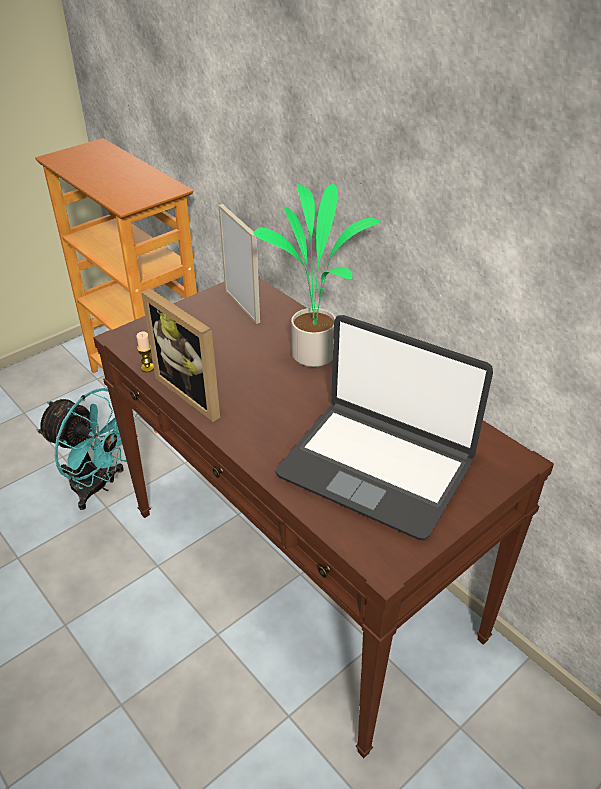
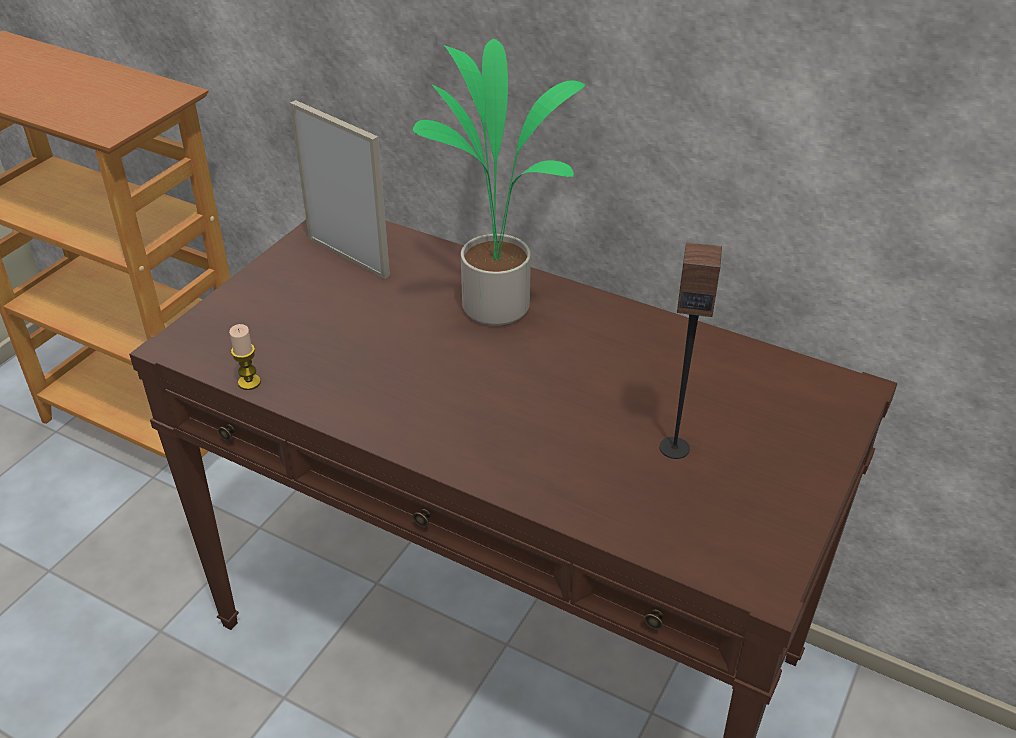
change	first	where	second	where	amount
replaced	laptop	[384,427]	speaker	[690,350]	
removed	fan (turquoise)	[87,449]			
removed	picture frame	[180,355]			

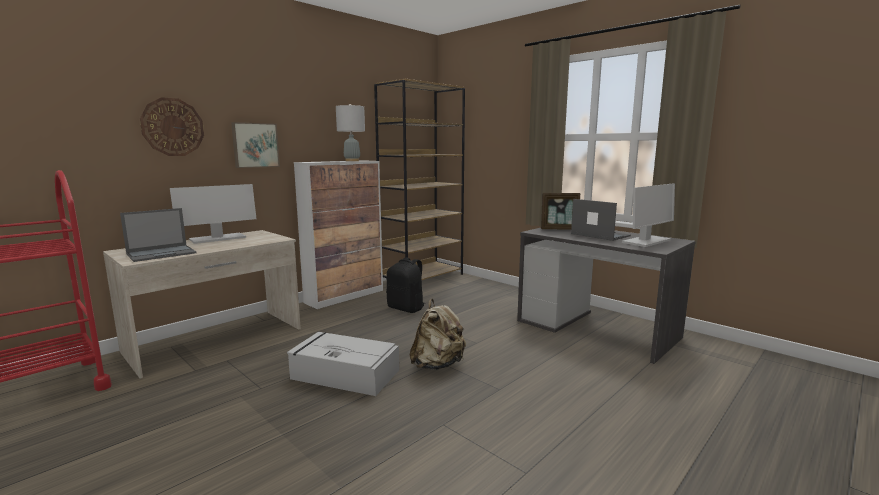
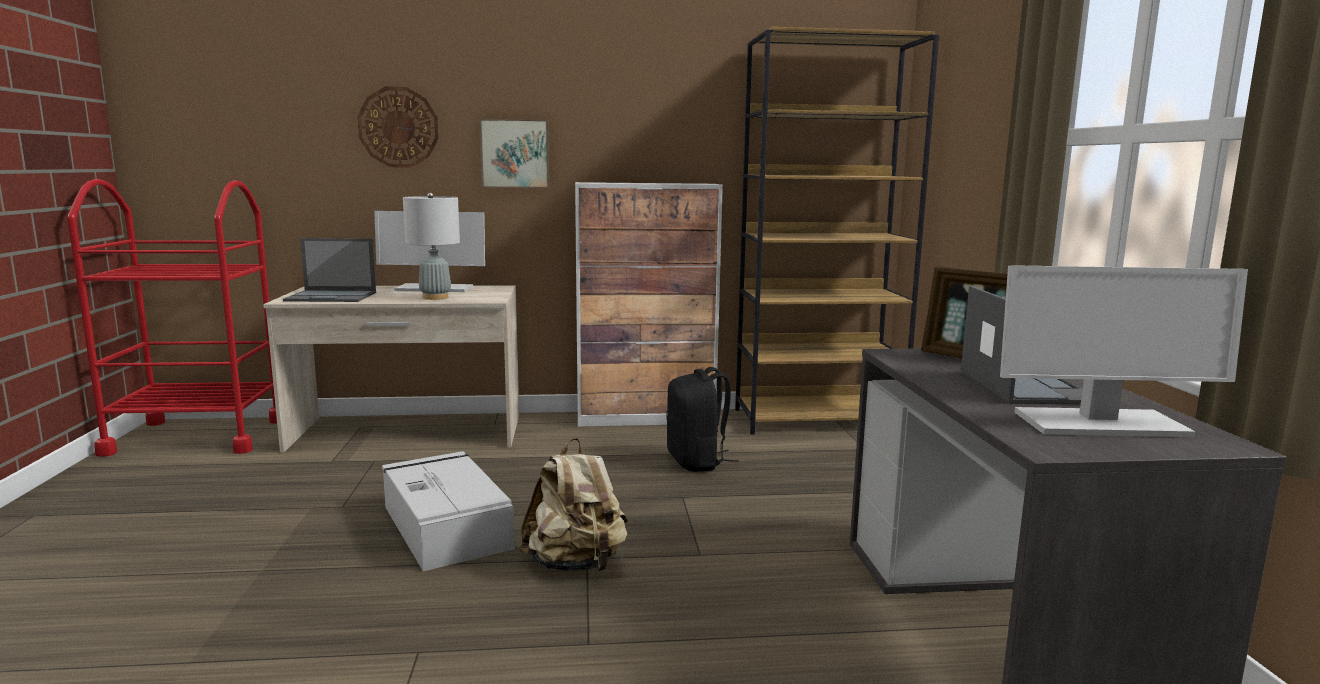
change	first	where	second	where	amount
moved	table lamp (grey)	[350,132]		[431,246]	

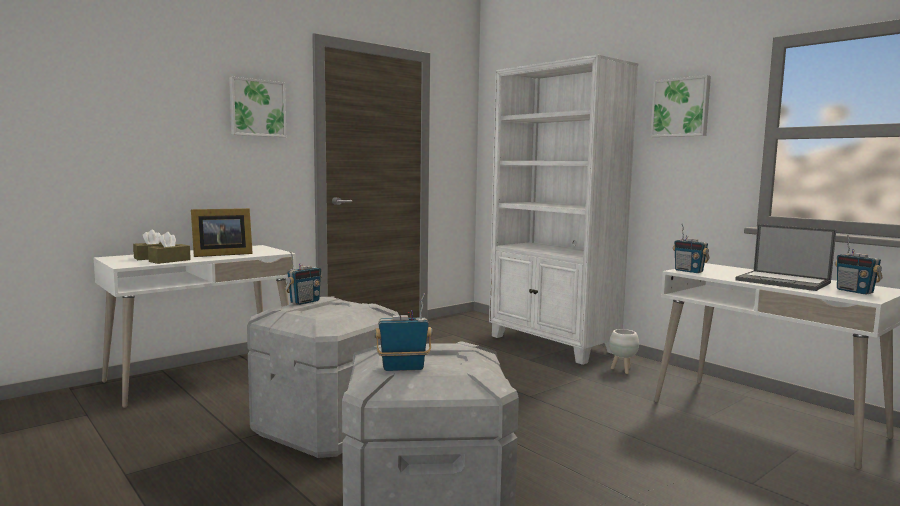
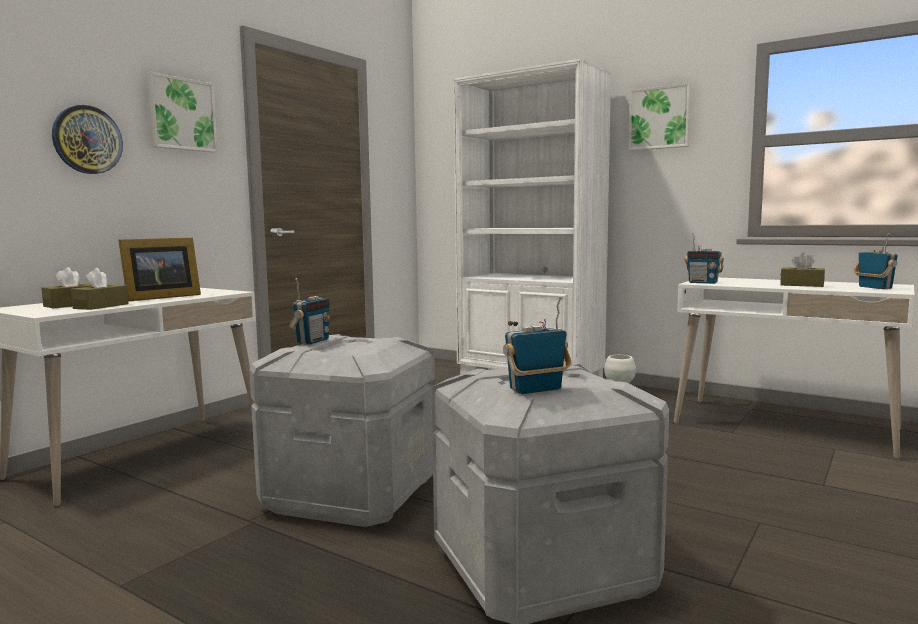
change	first	where	second	where	amount
added			wall clock	[87,139]	
replaced	laptop	[785,257]	tissue box (brown)	[802,270]	
turned	radio	[859,265]		[875,261]	150 degrees counterclockwise

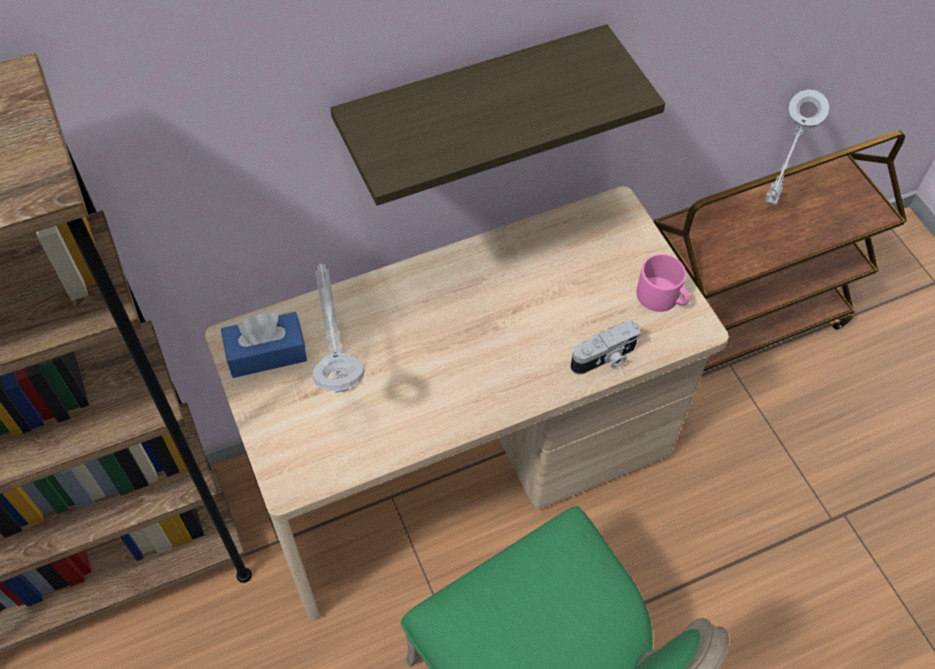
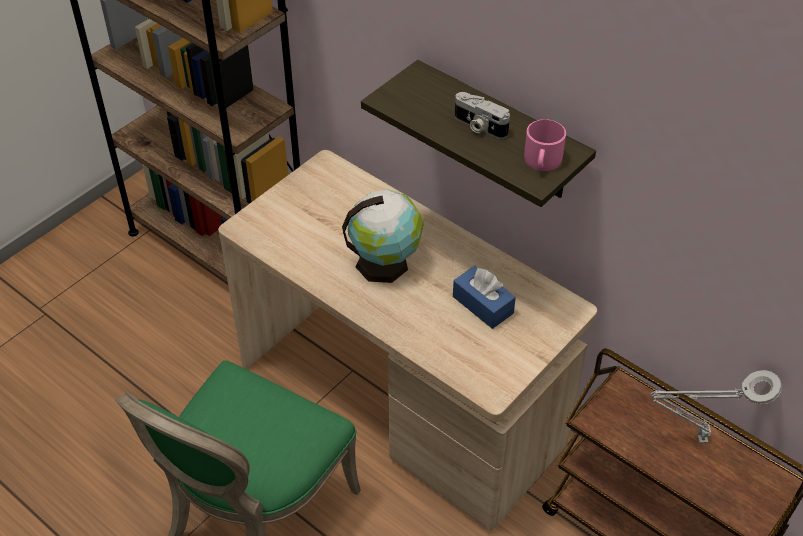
change	first	where	second	where	amount
added			globe	[382,236]	
moved	tissue box (blue)	[264,345]		[484,297]	
moved	photo camera	[605,347]		[482,115]	
moved	mug (pink)	[663,283]		[545,145]	
removed	table lamp (grey)	[338,328]			

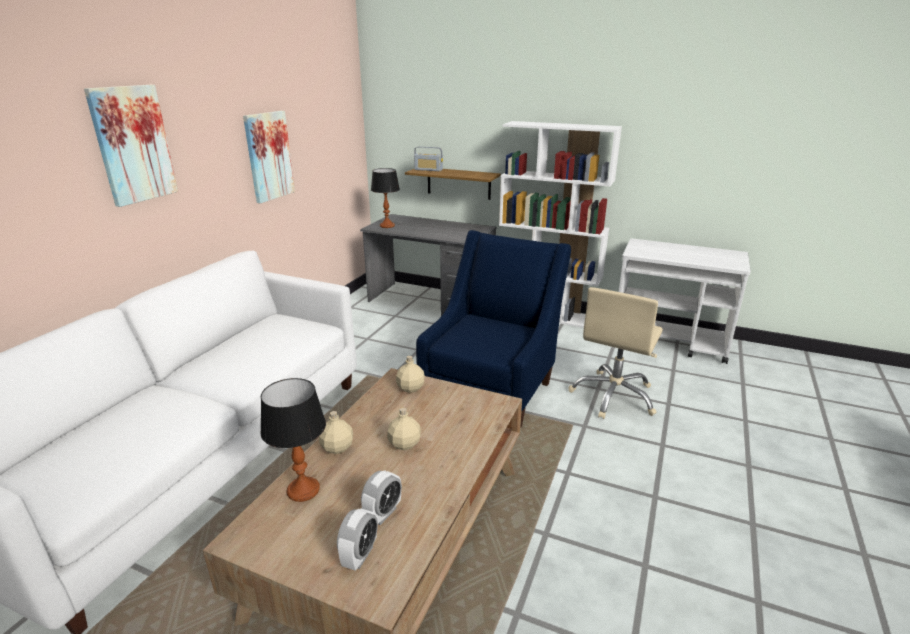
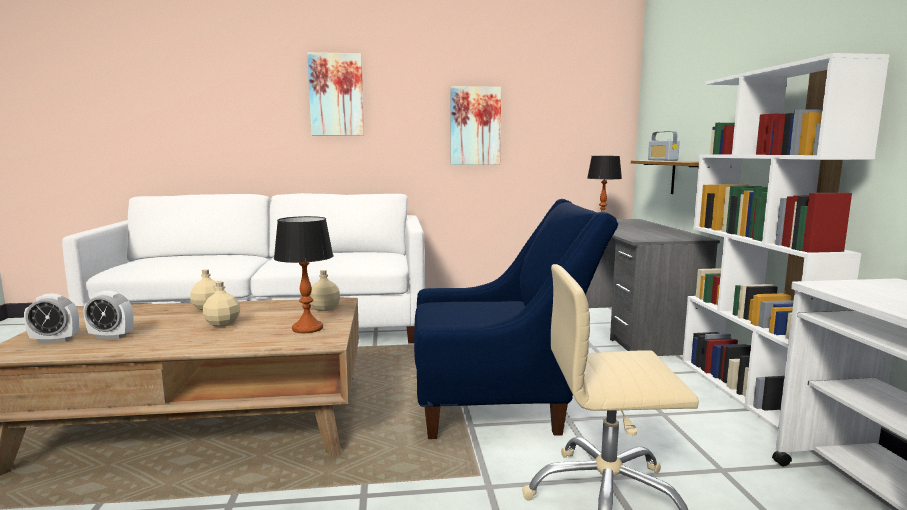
change	first	where	second	where	amount
moved	table lamp	[293,440]		[303,274]	

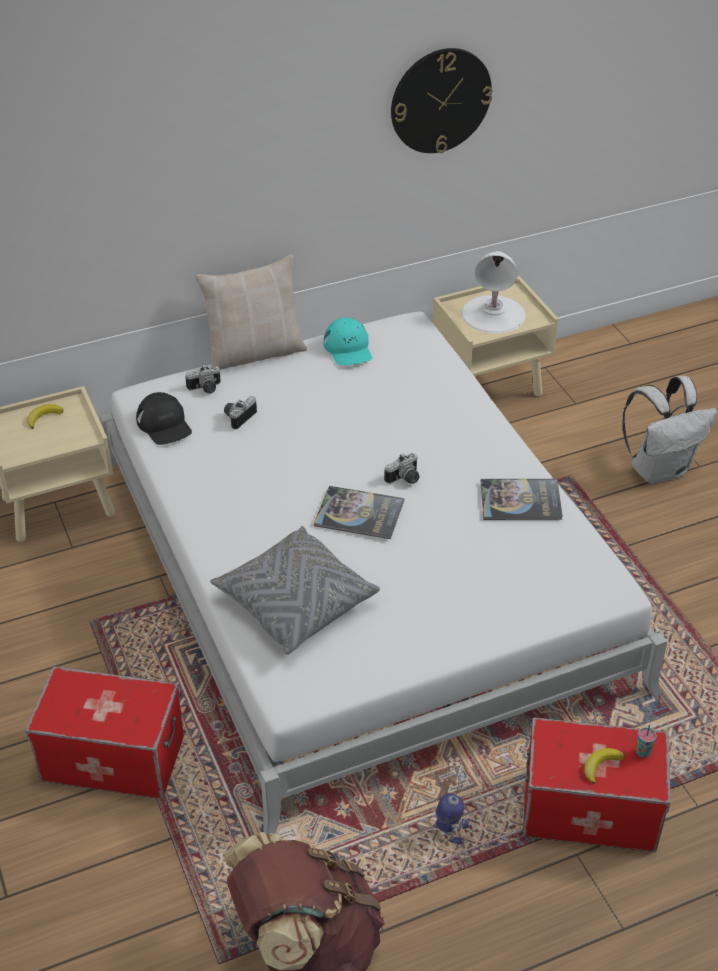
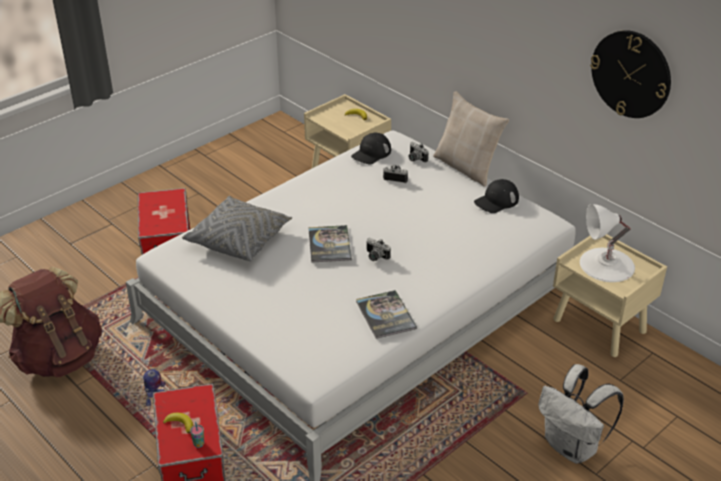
change	first	where	second	where	amount
recoloured	cap (turquoise)	[347,341]	cap (black)	[496,196]	

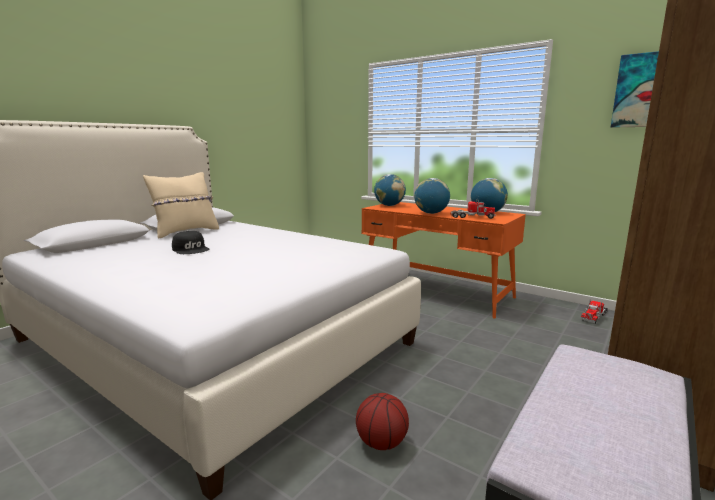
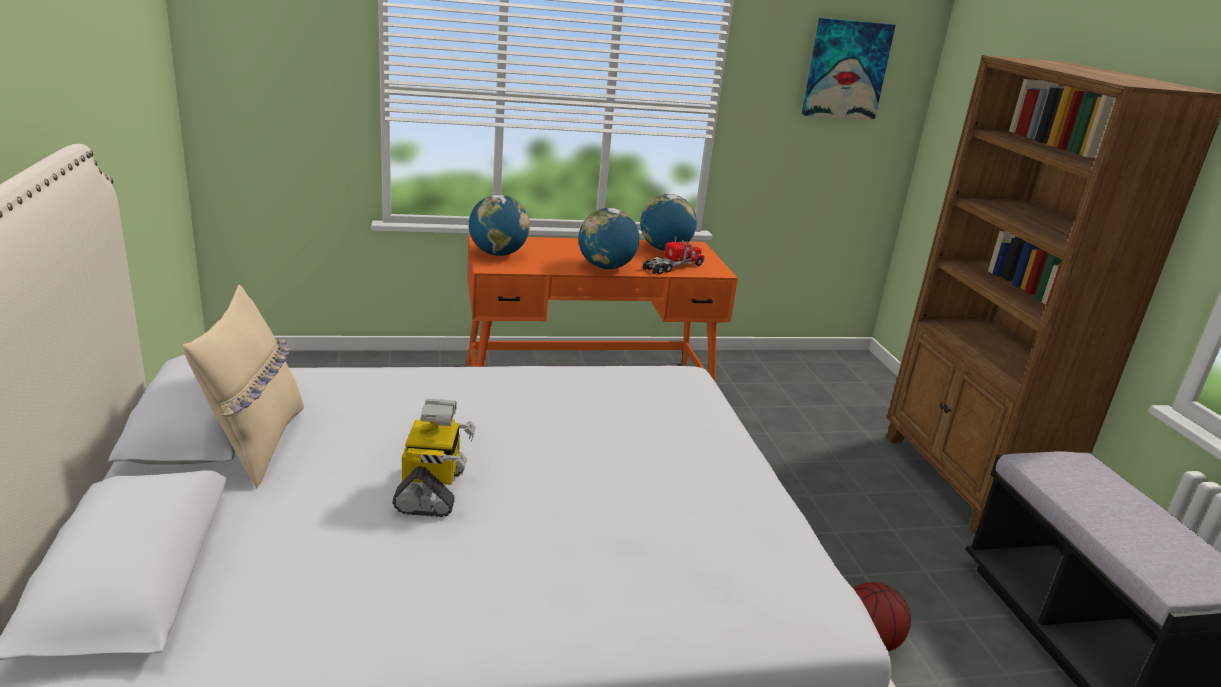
change	first	where	second	where	amount
replaced	cap (black)	[190,242]	toy robot	[434,458]	
removed	toy truck	[594,312]			

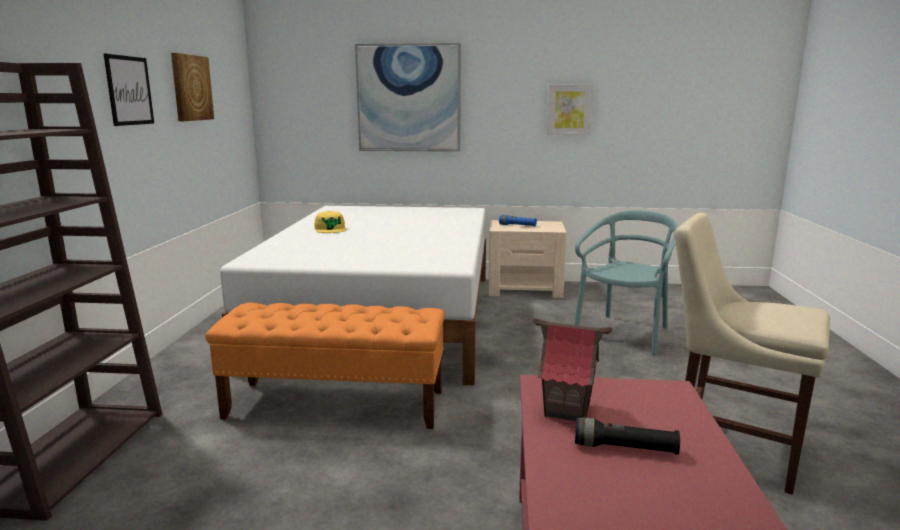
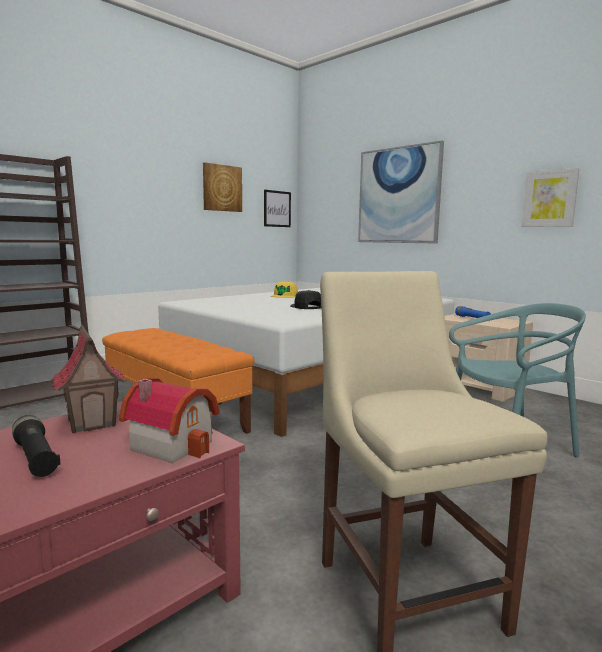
change	first	where	second	where	amount
added			toy house	[169,421]	
moved	picture	[129,90]		[277,208]	
added			cap (black)	[305,299]	

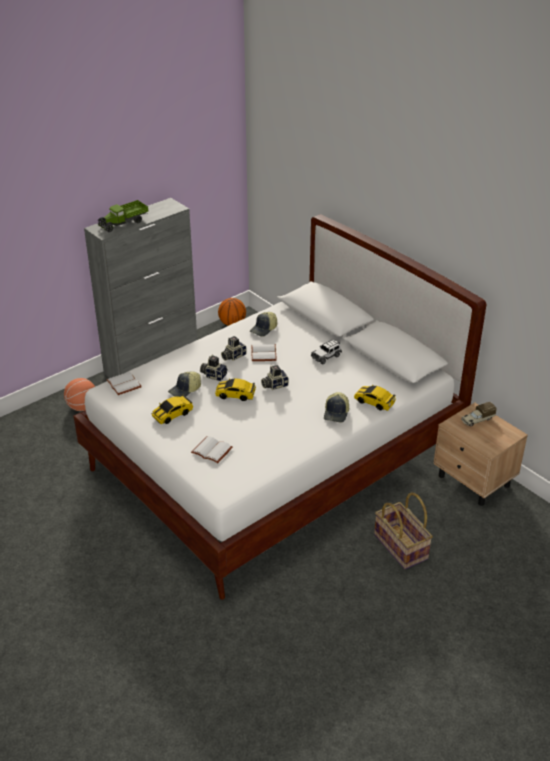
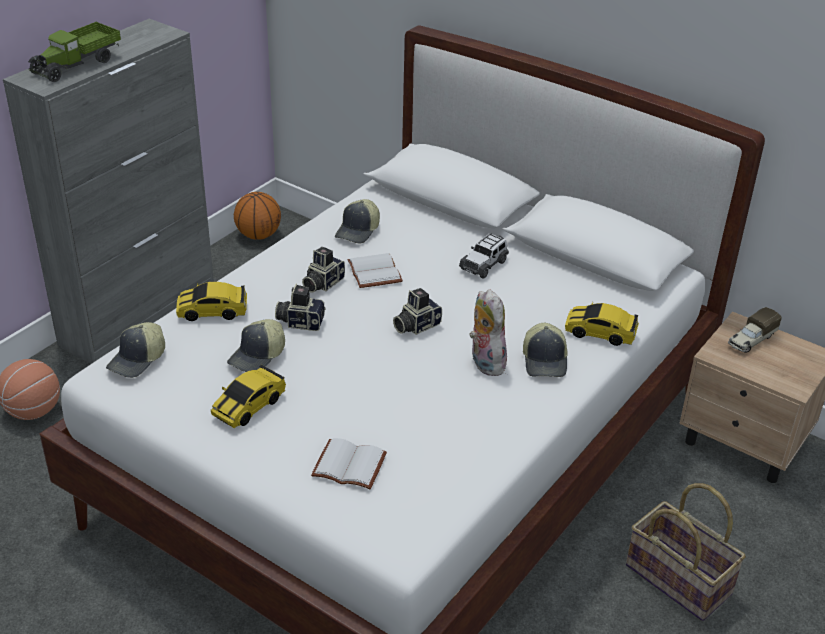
change	first	where	second	where	amount
replaced	book (white)	[124,383]	cap	[135,350]	
moved	toy car	[235,389]		[211,301]	
added			plush toy	[488,332]	

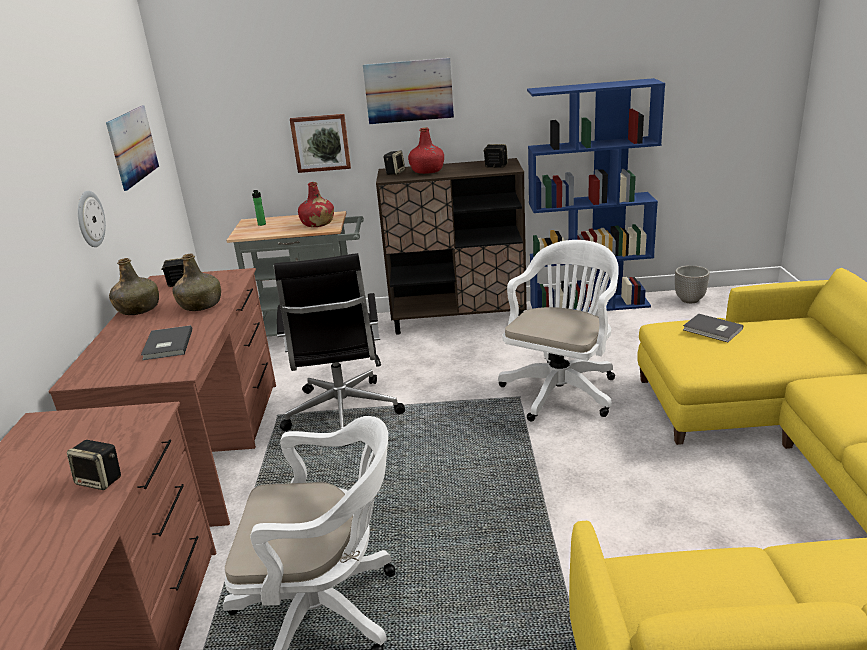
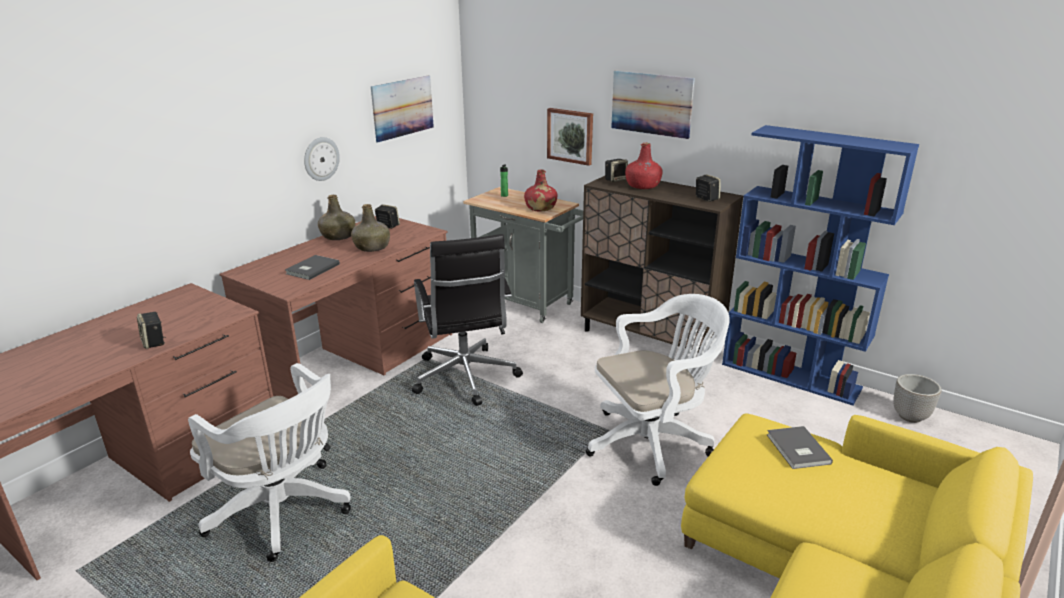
change	first	where	second	where	amount
turned	office chair (black)	[339,350]		[467,320]	45 degrees counterclockwise

